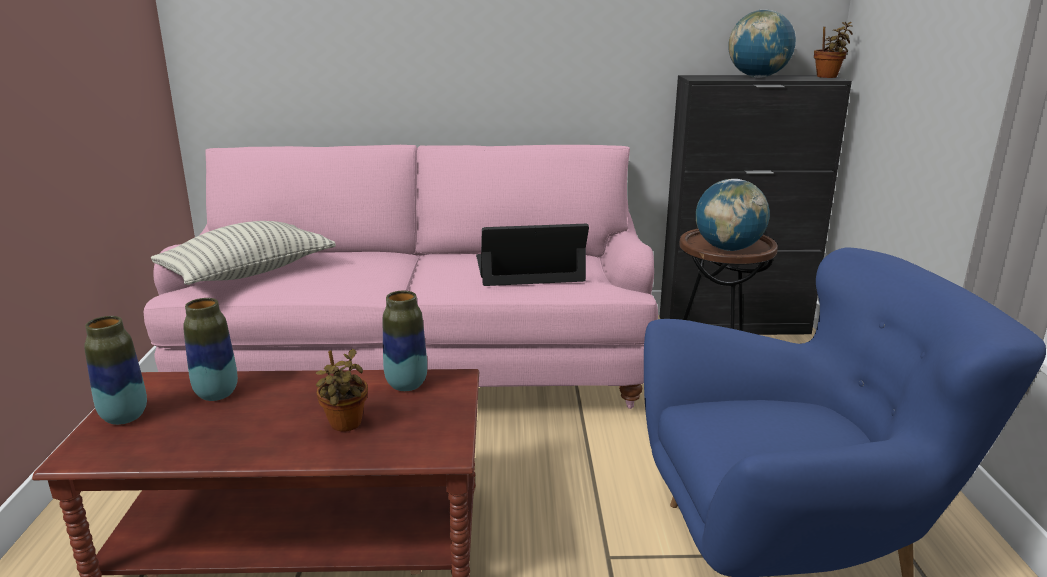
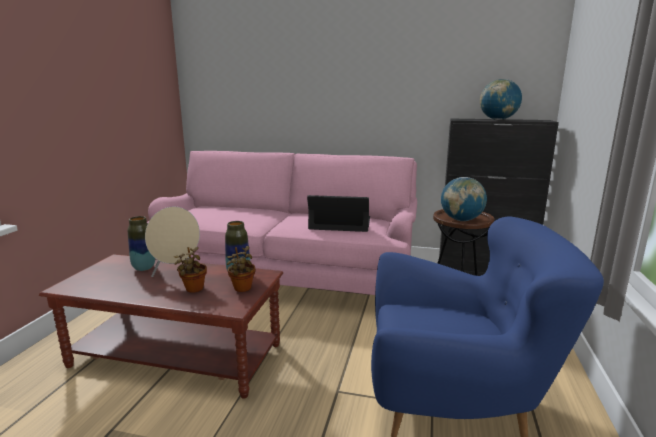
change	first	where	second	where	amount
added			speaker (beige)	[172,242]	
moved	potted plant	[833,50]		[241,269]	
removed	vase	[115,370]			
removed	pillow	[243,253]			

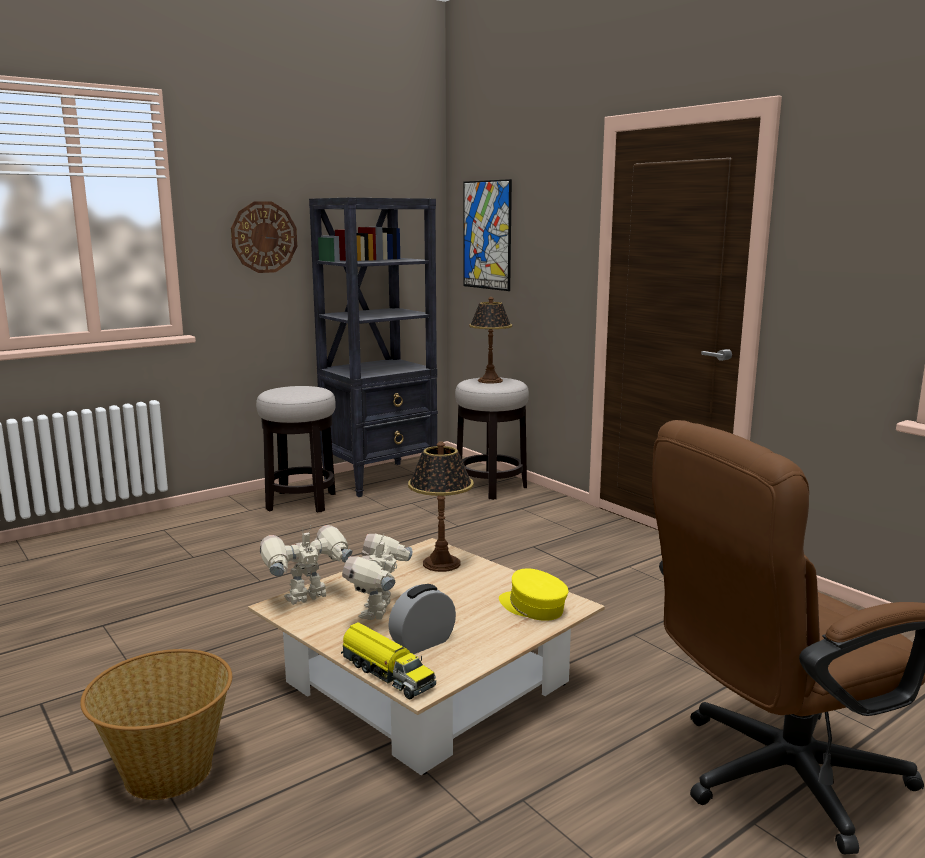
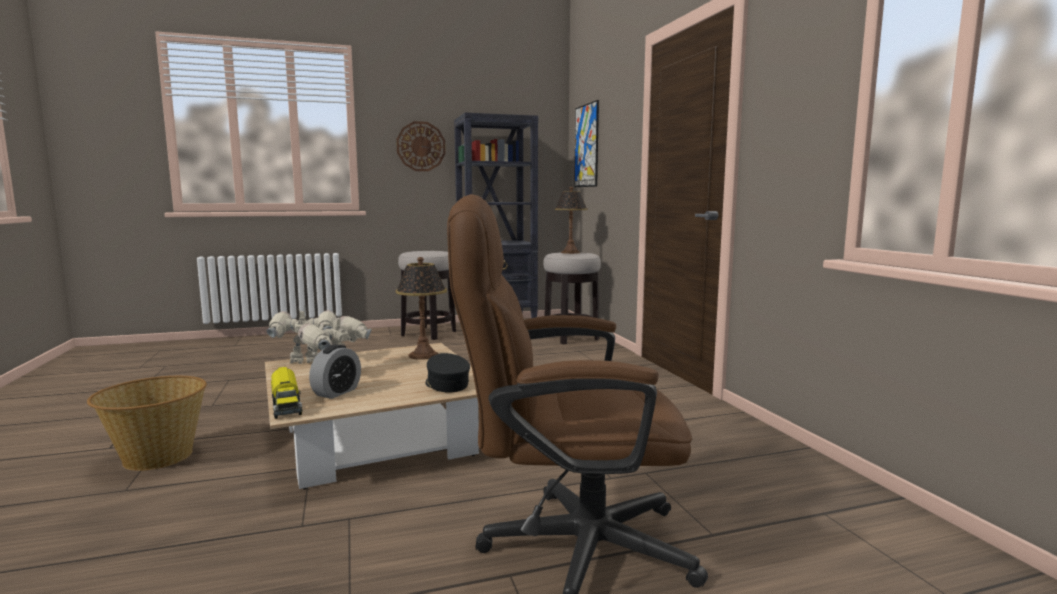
change	first	where	second	where	amount
turned	alarm clock	[422,619]		[335,372]	135 degrees clockwise
recoloured	cap (yellow)	[533,594]	cap (black)	[448,373]	

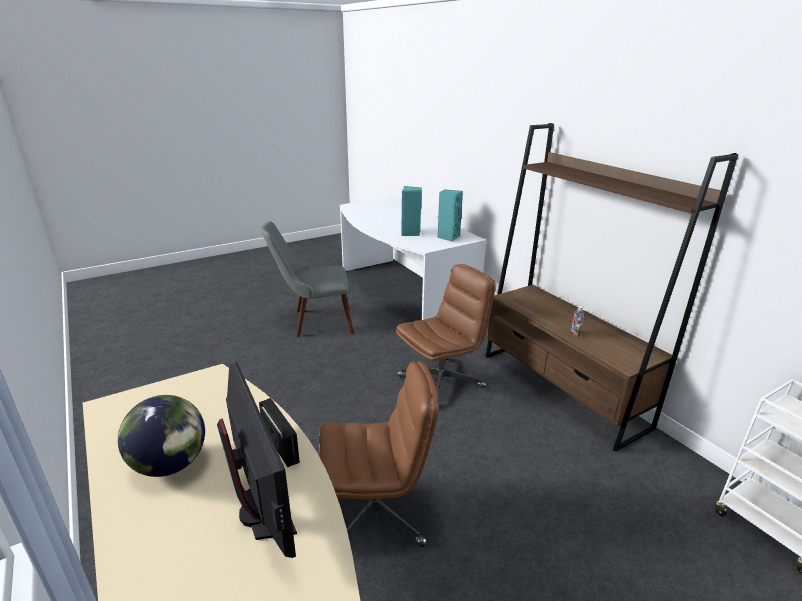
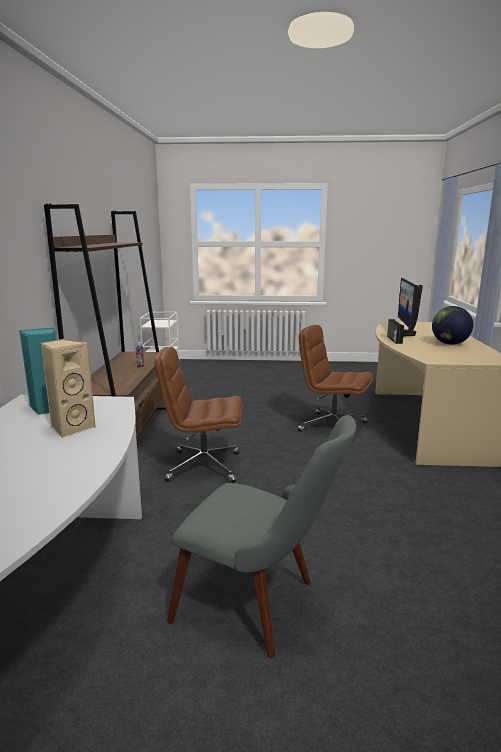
change	first	where	second	where	amount
recoloured	speaker (turquoise)	[411,211]	speaker (beige)	[68,388]	

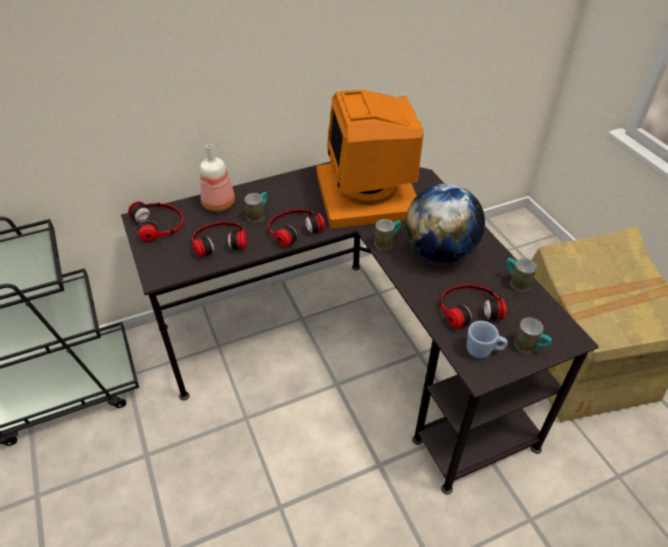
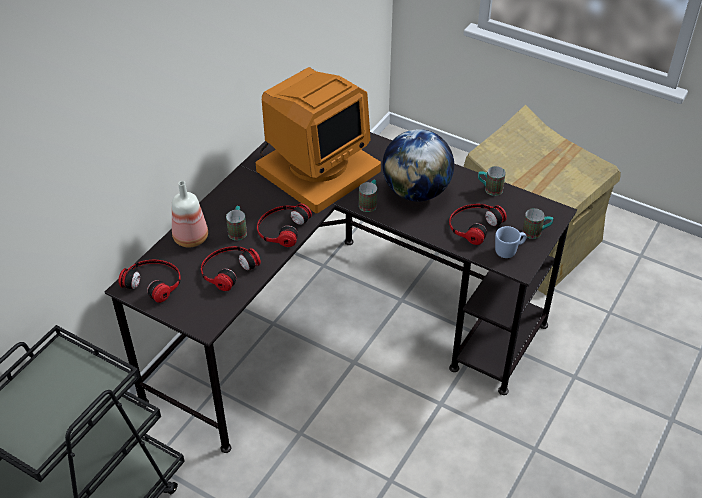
change	first	where	second	where	amount
turned	monitor	[370,159]		[318,140]	90 degrees counterclockwise

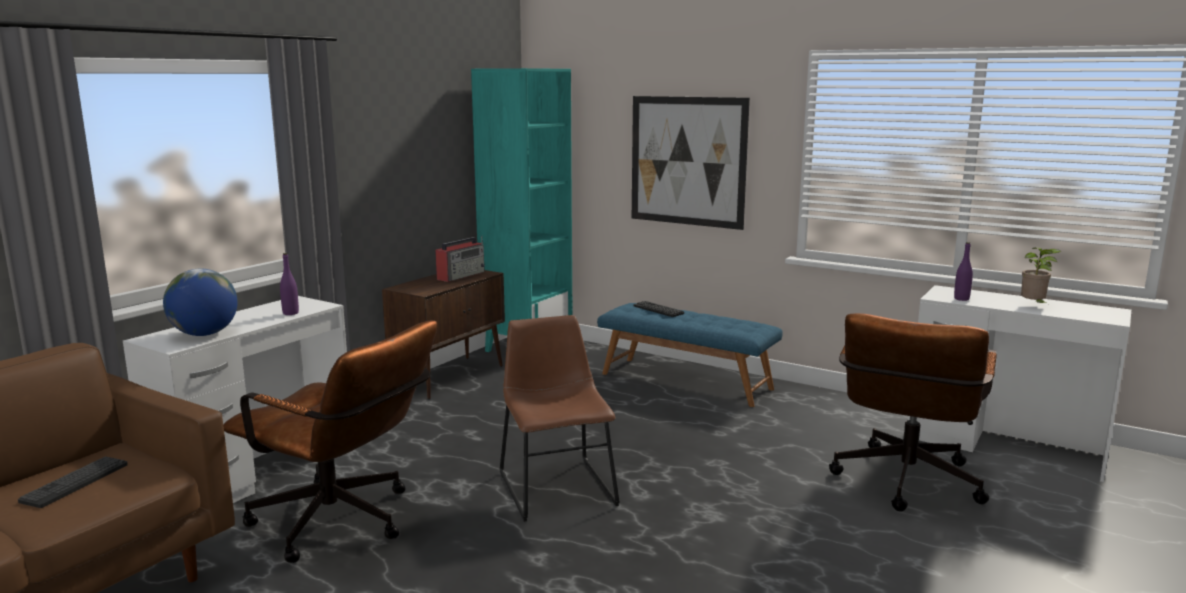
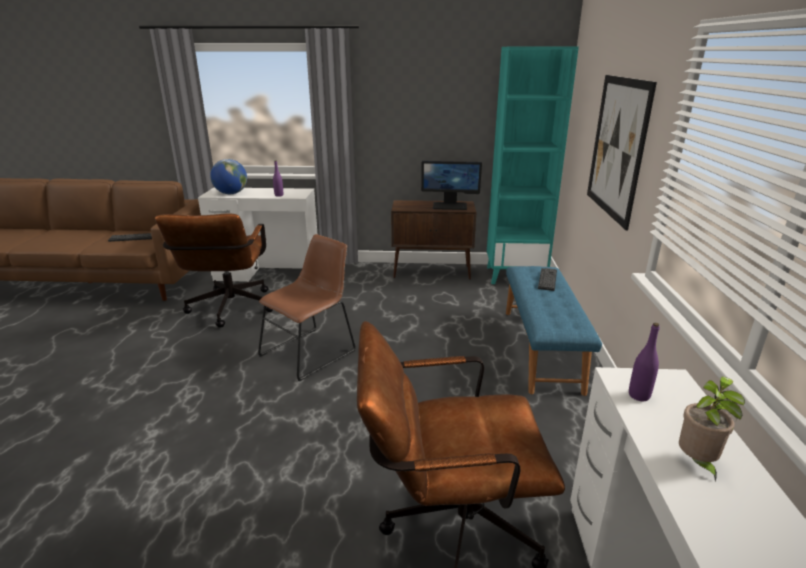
change	first	where	second	where	amount
replaced	radio	[460,259]	monitor	[451,185]	

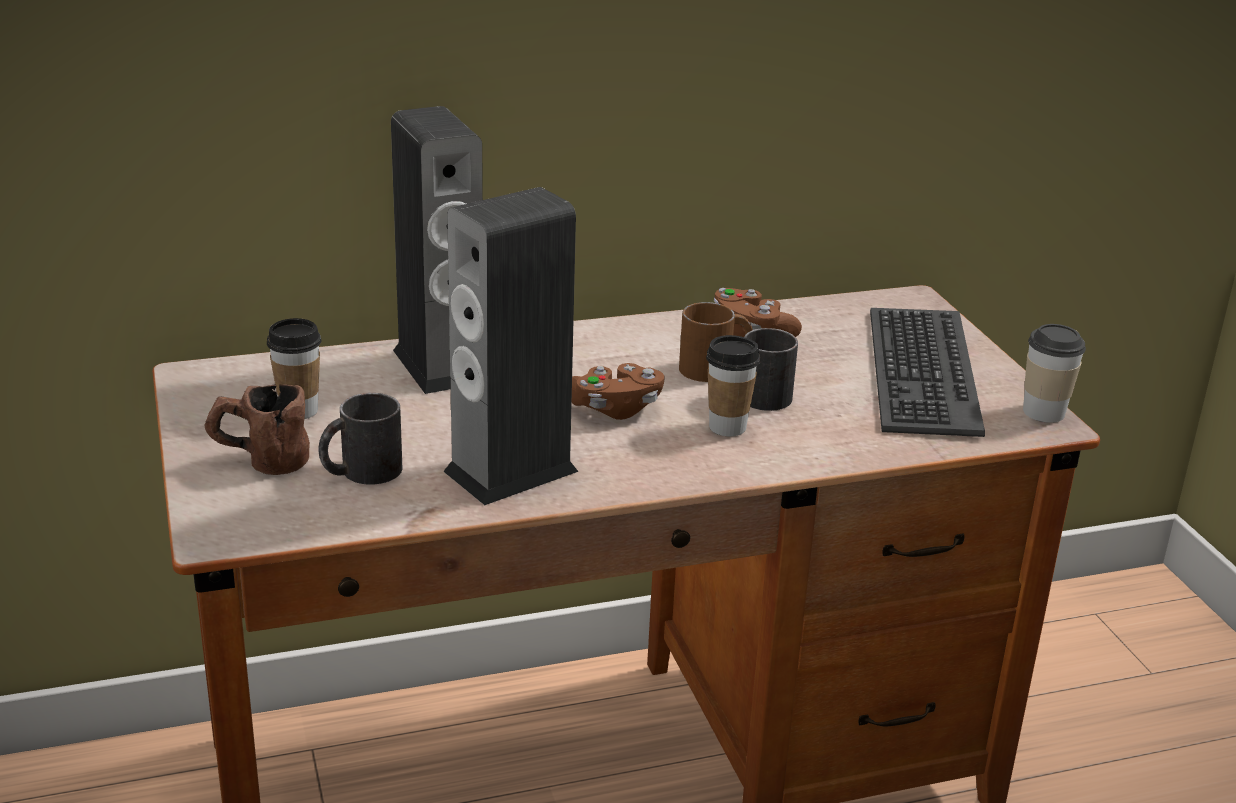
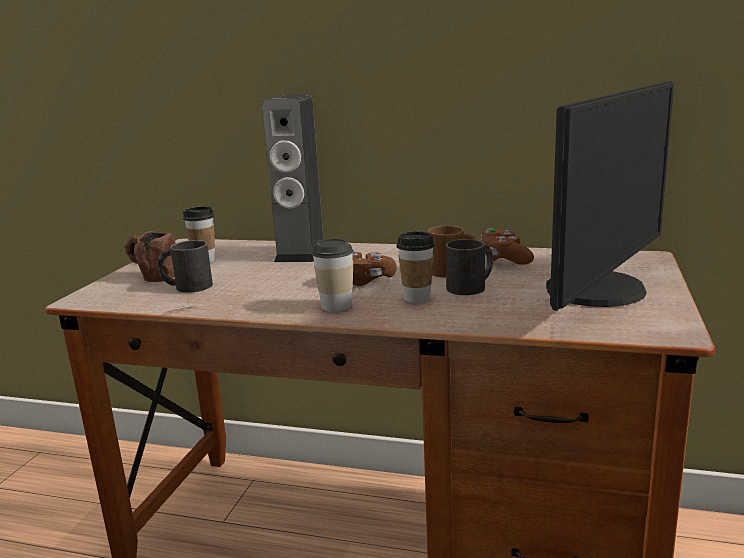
change	first	where	second	where	amount
moved	cup	[1054,373]		[333,275]	
replaced	keyboard	[927,372]	monitor	[610,196]	
removed	speaker	[511,346]			

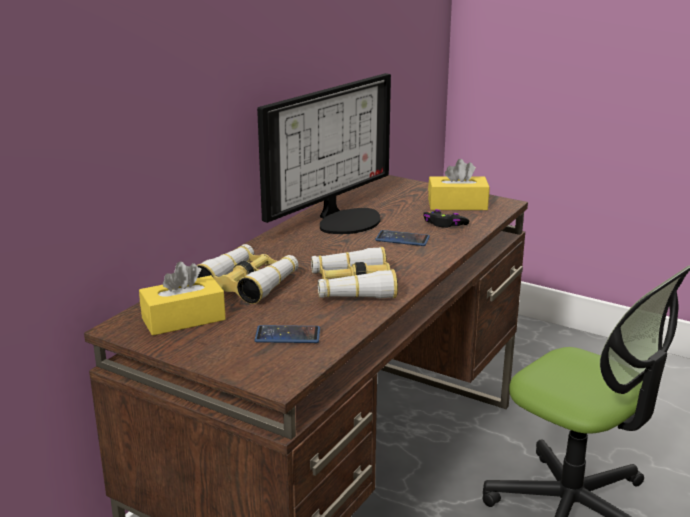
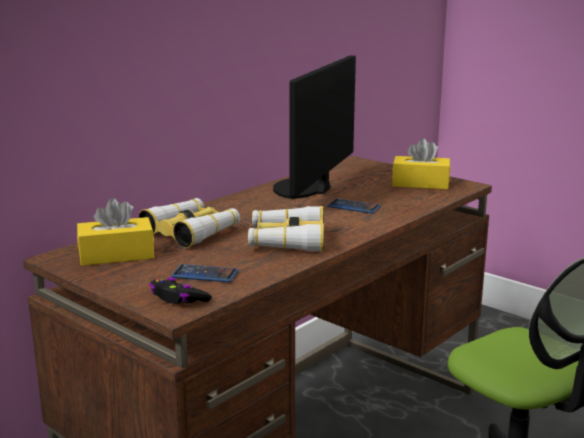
change	first	where	second	where	amount
moved	game controller (black)	[446,218]		[180,290]	
turned	monitor	[324,153]		[314,127]	150 degrees clockwise

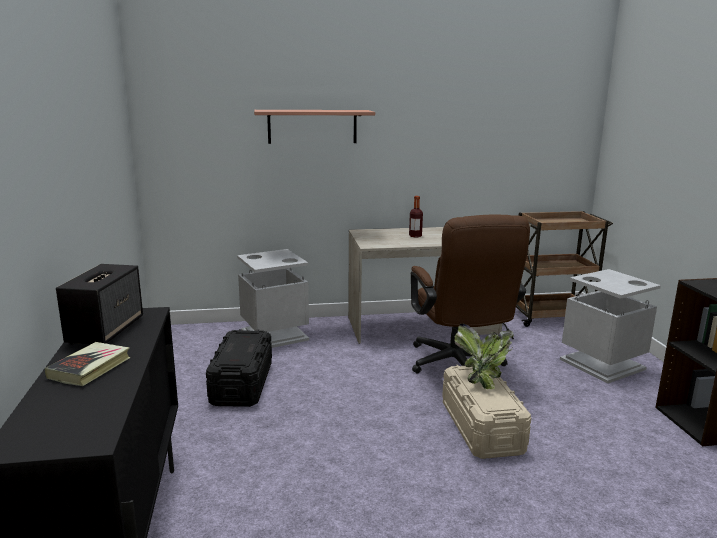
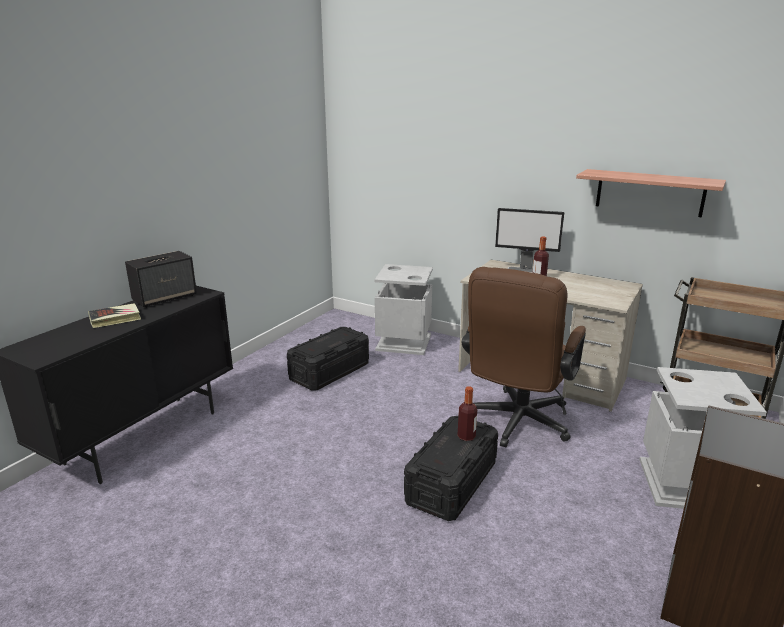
change	first	where	second	where	amount
recoloured	storage box (beige)	[487,412]	storage box (black)	[451,468]	
replaced	potted plant	[484,356]	bottle	[467,413]	
added			monitor	[529,240]	
moved	shelf	[314,127]		[651,193]	

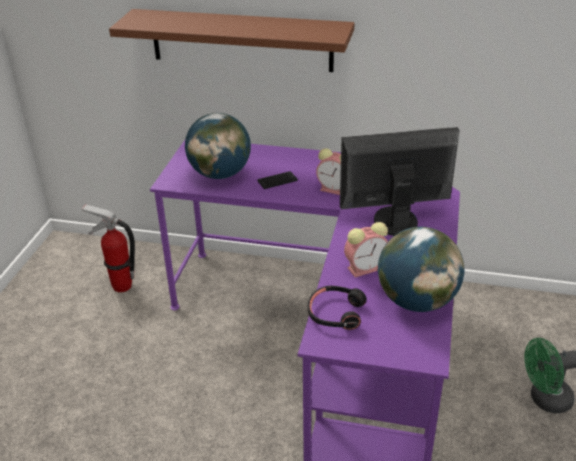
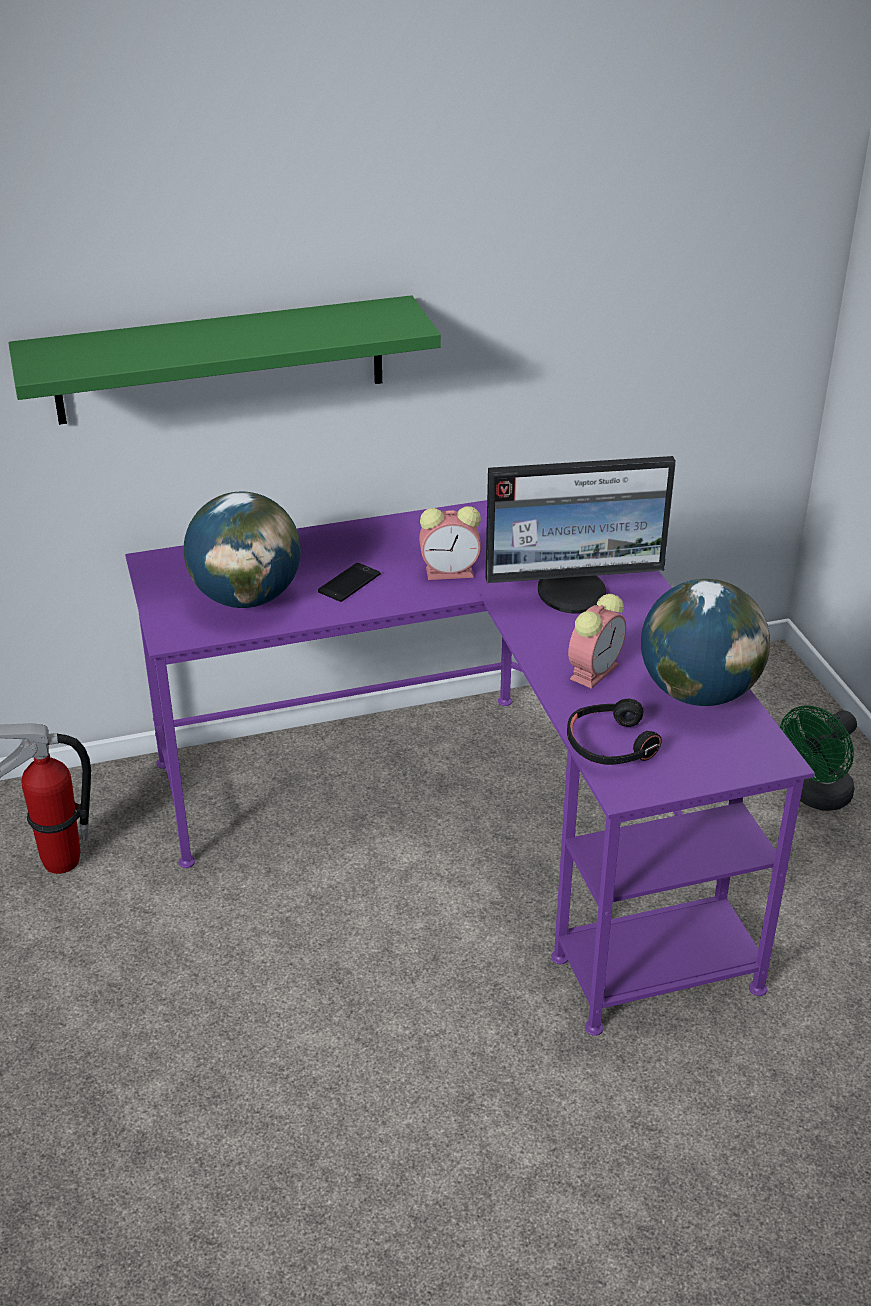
change	first	where	second	where	amount
recoloured	shelf (brown)	[231,40]	shelf (green)	[224,360]	
turned	monitor	[400,181]		[580,534]	150 degrees counterclockwise

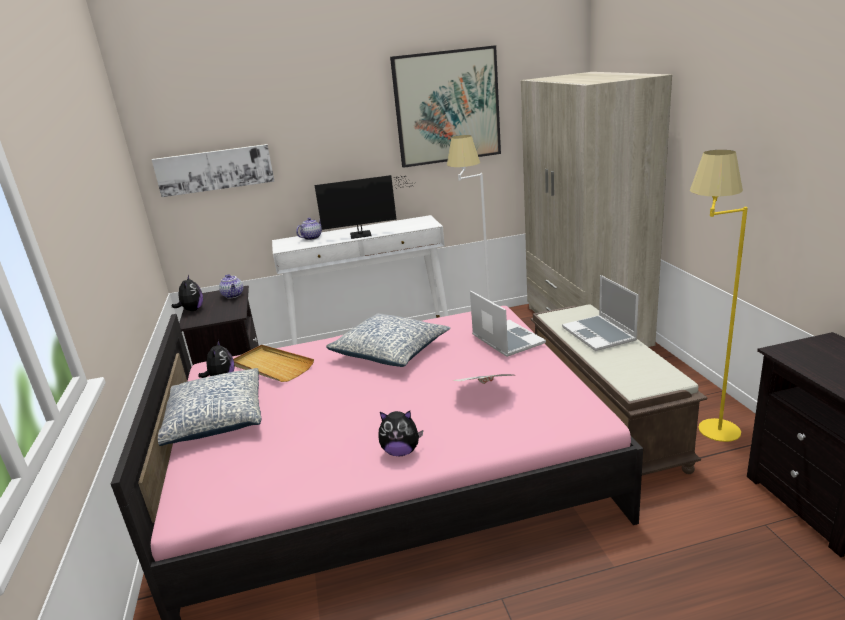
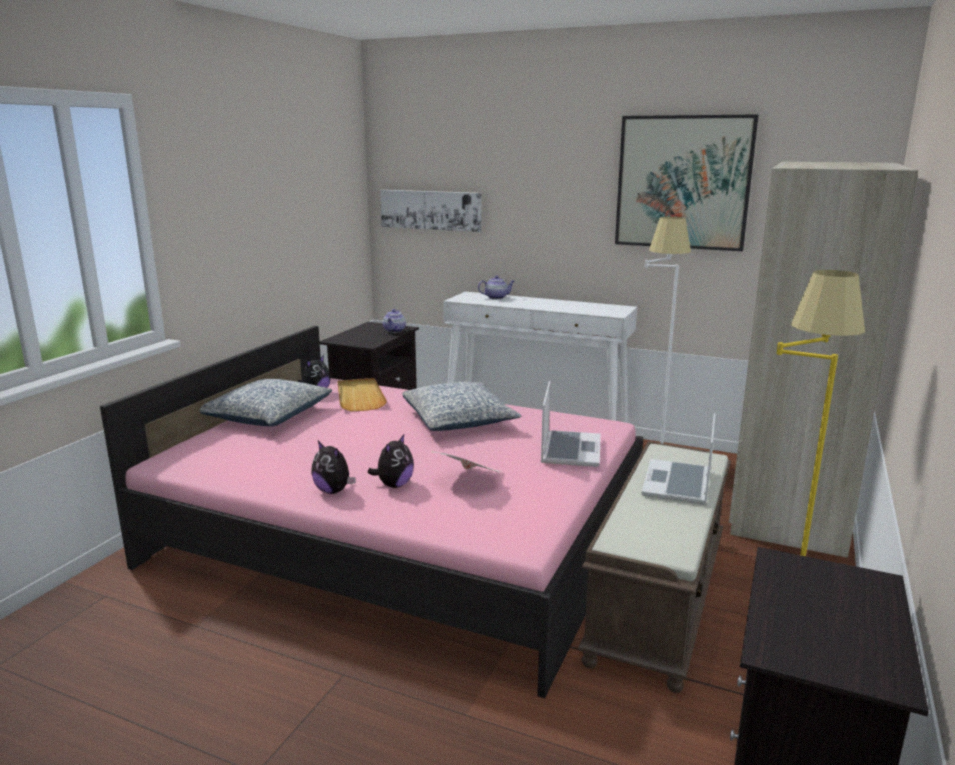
change	first	where	second	where	amount
moved	plush toy	[187,293]		[391,461]	
removed	monitor	[365,207]			

